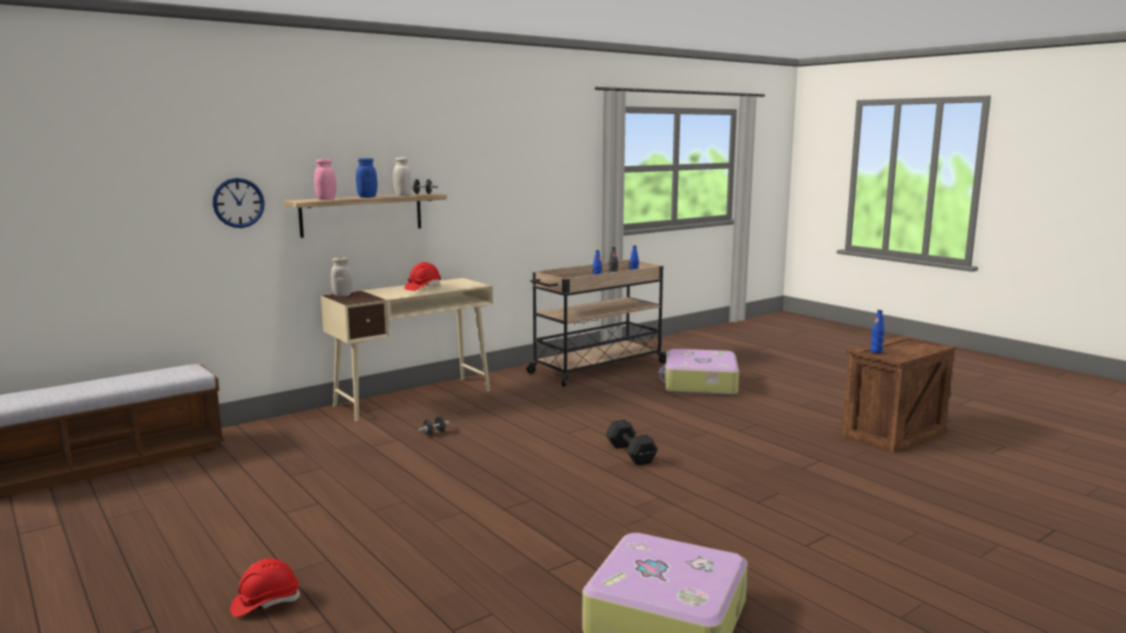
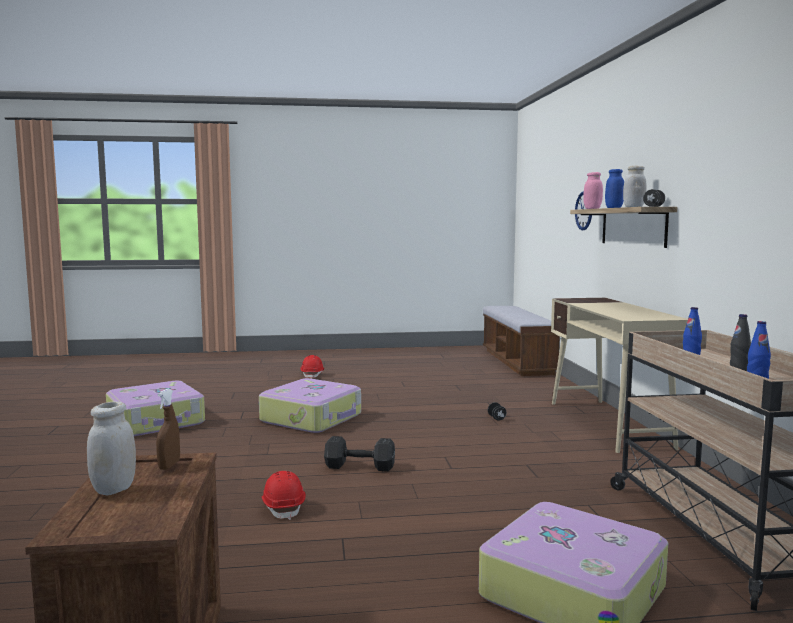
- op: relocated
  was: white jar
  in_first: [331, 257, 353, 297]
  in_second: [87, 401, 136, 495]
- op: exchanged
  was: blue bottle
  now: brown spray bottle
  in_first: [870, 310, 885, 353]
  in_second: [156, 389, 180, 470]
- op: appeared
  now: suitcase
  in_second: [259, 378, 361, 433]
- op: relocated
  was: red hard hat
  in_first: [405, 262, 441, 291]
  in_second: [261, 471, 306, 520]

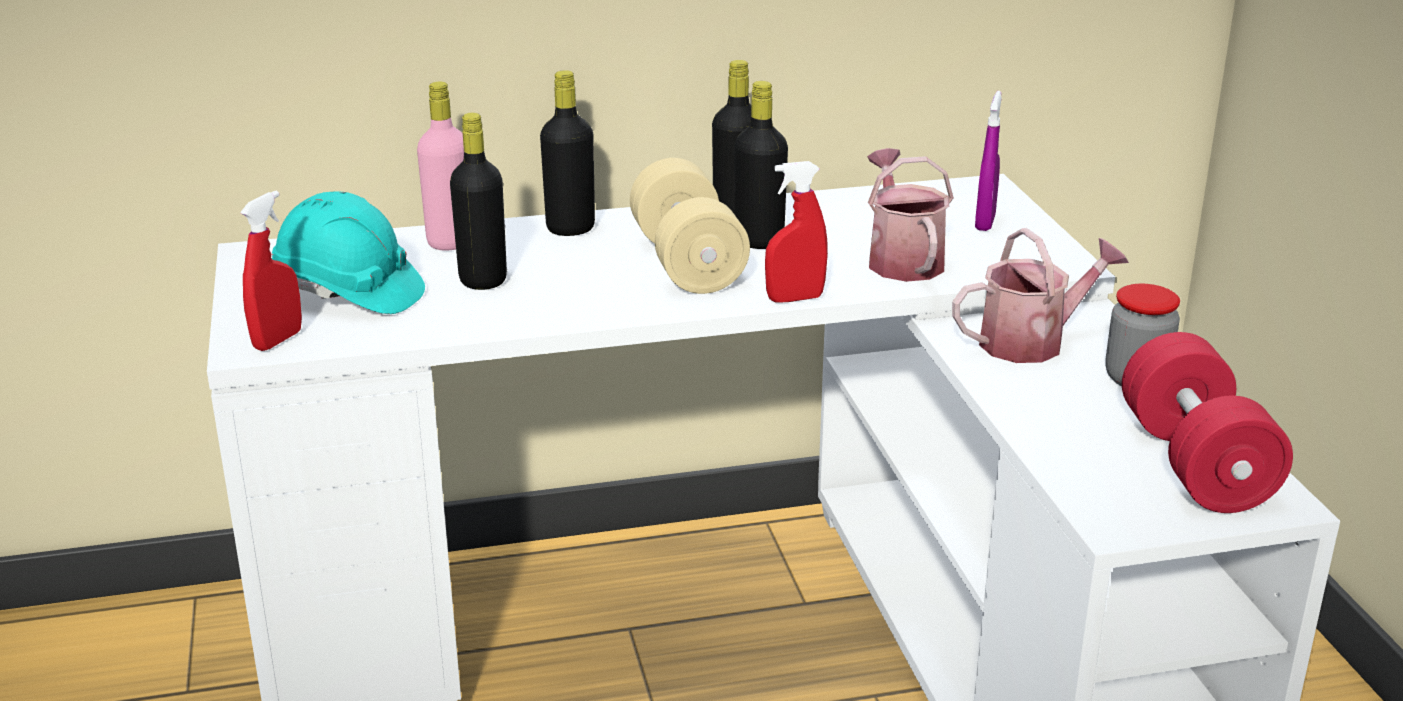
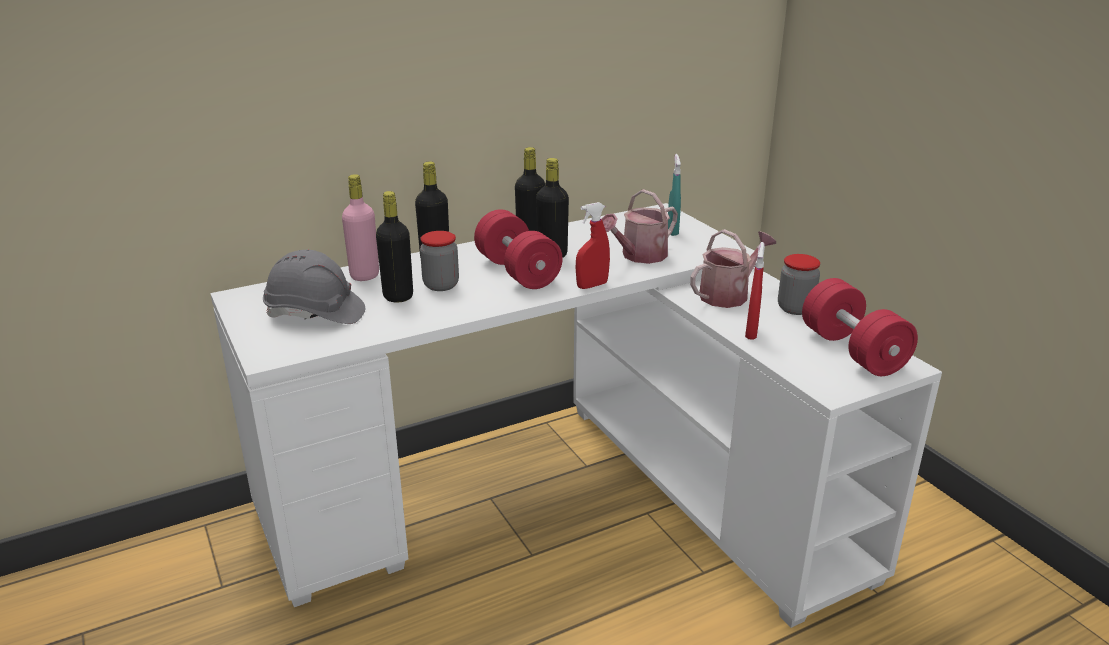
- op: colour
  was: turquoise hard hat
  now: grey hard hat
  in_first: [272, 191, 425, 314]
  in_second: [263, 250, 365, 324]
- op: appeared
  now: jar
  in_second: [420, 231, 459, 291]
- op: colour
  was: beige dumbbell
  now: red dumbbell
  in_first: [630, 158, 750, 294]
  in_second: [474, 209, 563, 289]
- op: spun
  was: watering can
  in_first: [867, 148, 954, 282]
  in_second: [601, 189, 678, 264]
  clockwise: -105
- op: colour
  was: purple spray bottle
  now: turquoise spray bottle
  in_first: [975, 91, 1002, 231]
  in_second: [668, 154, 681, 236]
- op: relocated
  was: red spray bottle
  in_first: [240, 190, 302, 351]
  in_second: [745, 242, 765, 340]

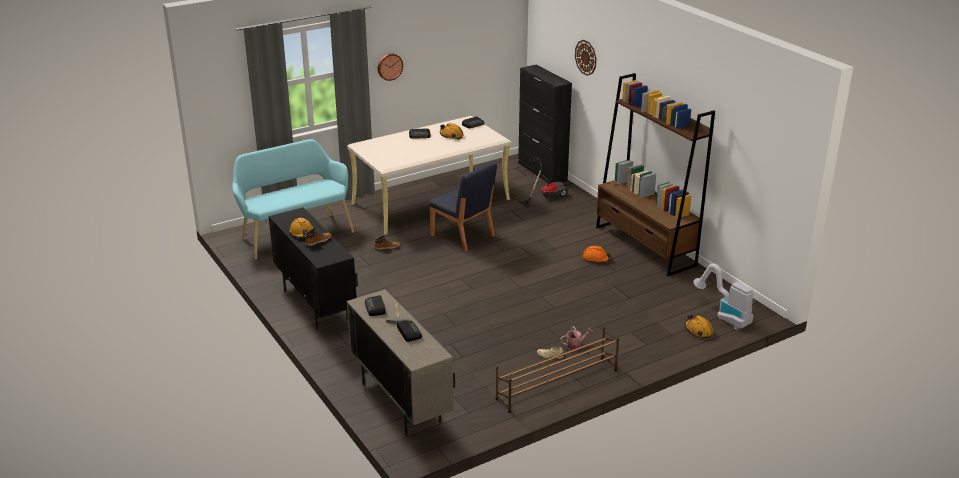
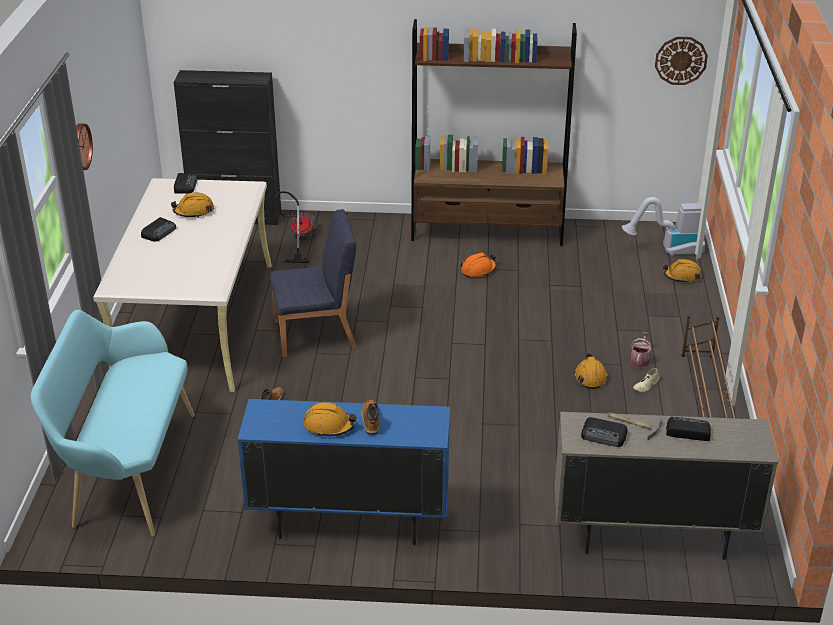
- op: colour
  was: black cabinet
  now: blue cabinet
  in_first: [268, 207, 358, 330]
  in_second: [237, 399, 450, 545]
- op: appeared
  now: orange hard hat
  in_second: [574, 353, 608, 389]
- op: relocated
  was: wall clock
  in_first: [575, 40, 596, 76]
  in_second: [655, 37, 708, 85]

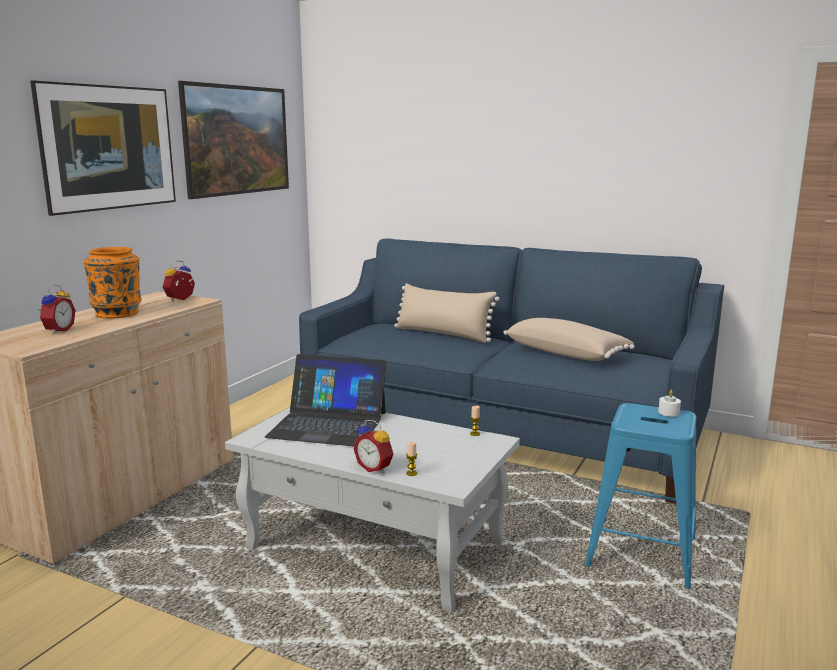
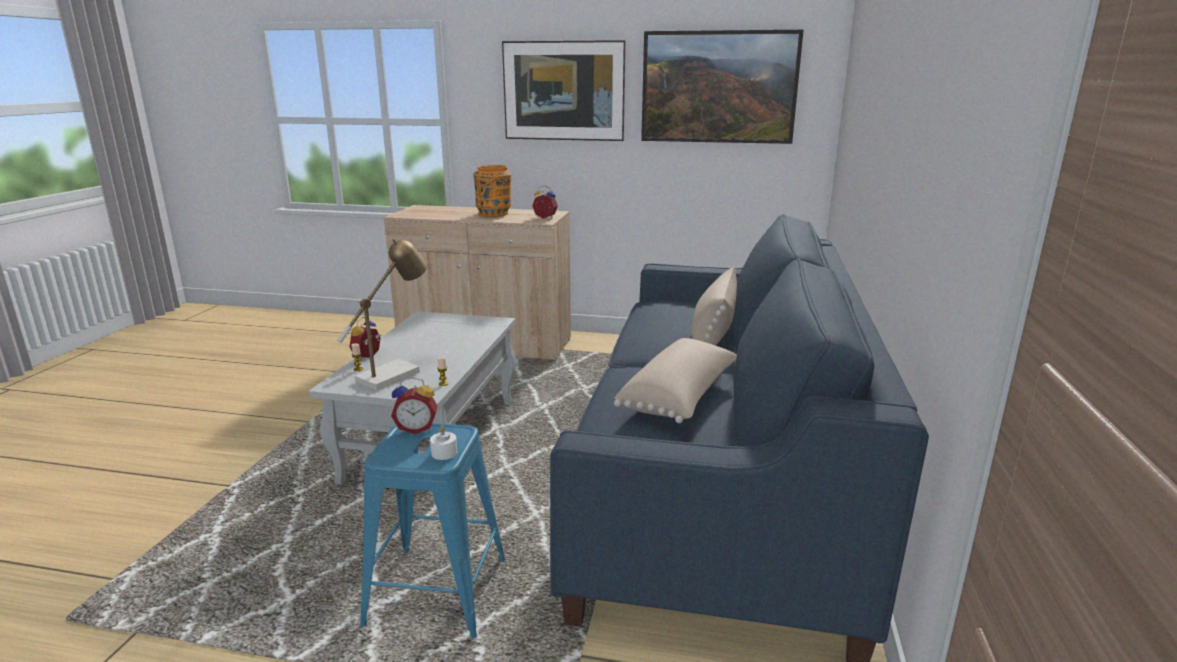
- op: appeared
  now: table lamp
  in_second: [337, 239, 427, 391]
- op: relocated
  was: alarm clock
  in_first: [40, 285, 76, 334]
  in_second: [391, 377, 438, 434]
- op: missing
  was: laptop
  in_first: [265, 354, 386, 446]

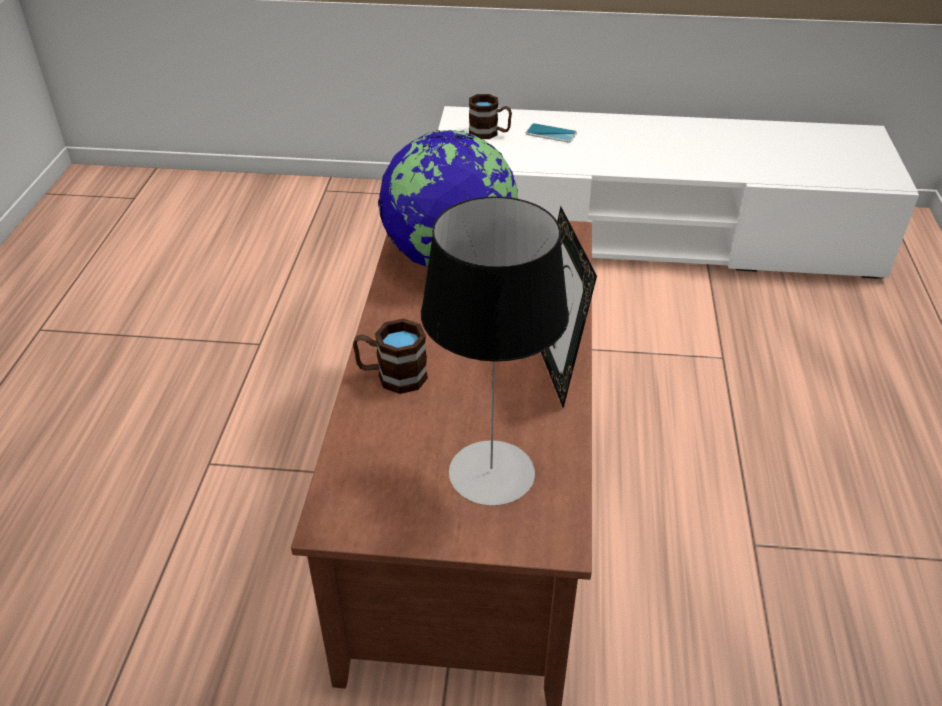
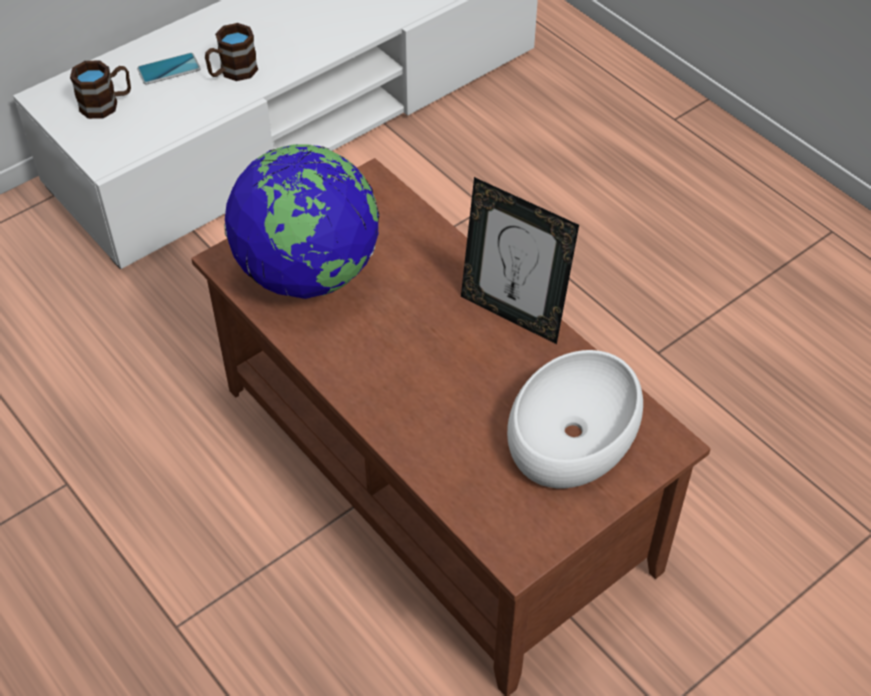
- op: relocated
  was: brown mug
  in_first: [353, 319, 428, 394]
  in_second: [205, 23, 258, 81]
- op: exchanged
  was: table lamp
  now: white bowl
  in_first: [421, 196, 569, 506]
  in_second: [507, 350, 643, 488]

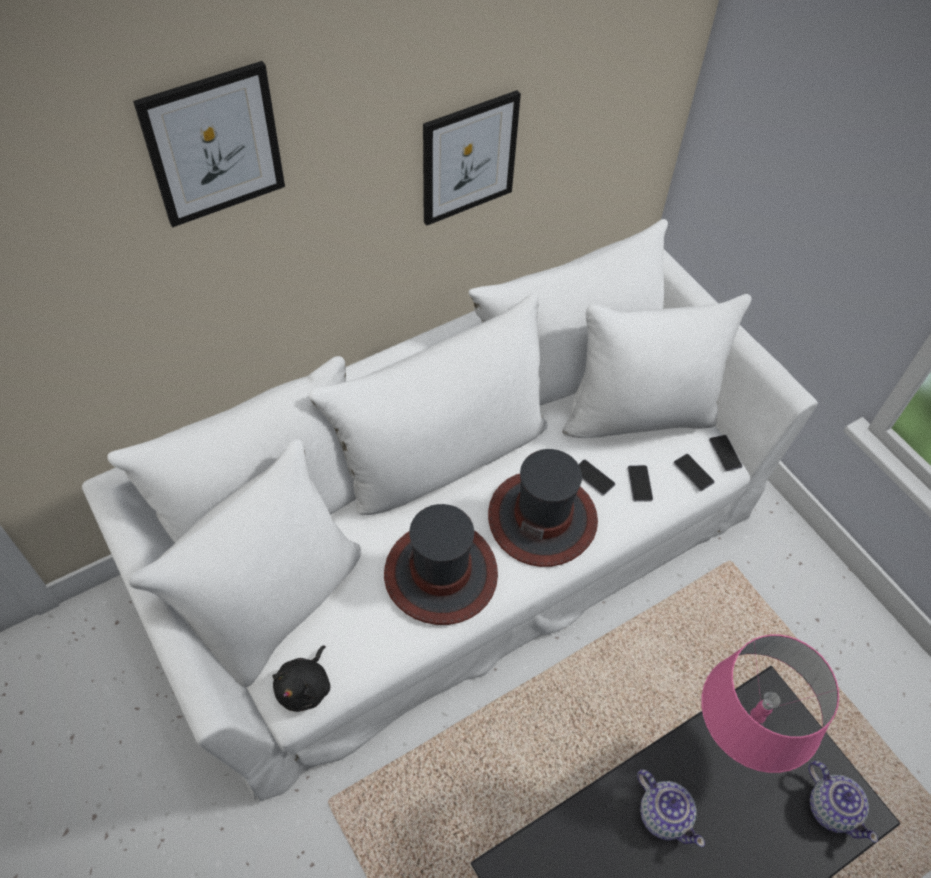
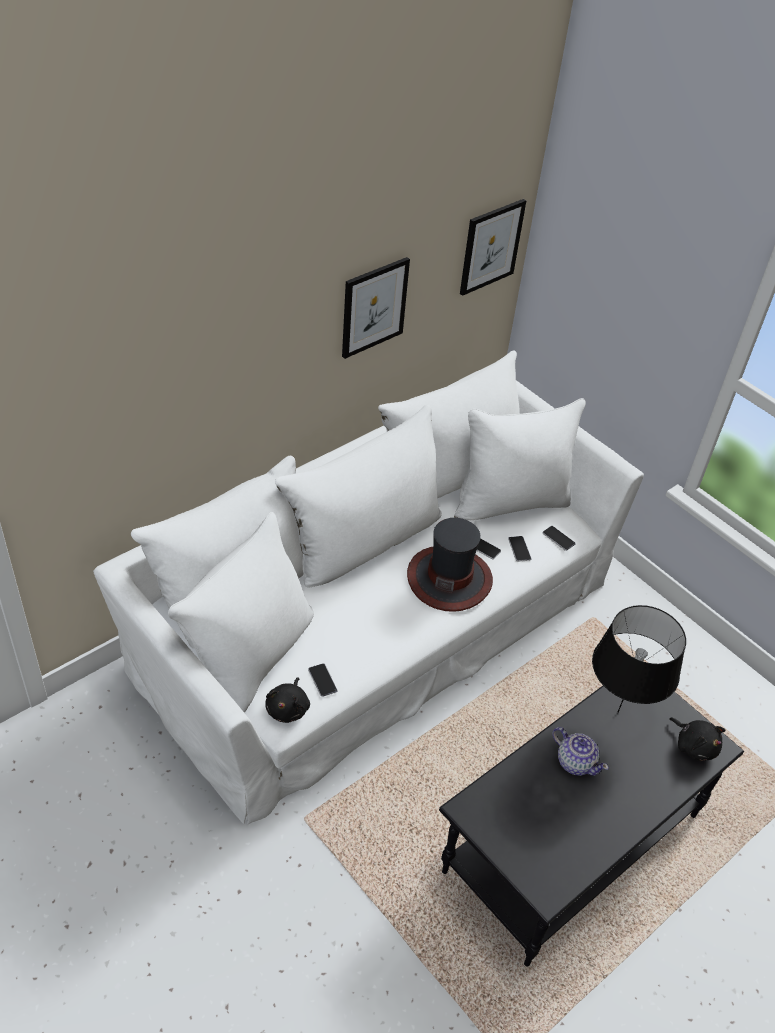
- op: relocated
  was: phone
  in_first: [709, 435, 743, 472]
  in_second: [308, 663, 338, 697]
- op: relocated
  was: picture
  in_first: [133, 61, 285, 228]
  in_second: [460, 199, 526, 296]
- op: colour
  was: pink table lamp
  now: black table lamp
  in_first: [701, 635, 839, 773]
  in_second: [592, 605, 686, 713]
- op: exchanged
  was: teapot
  now: black plush toy
  in_first: [808, 761, 878, 843]
  in_second: [669, 717, 726, 761]
- op: missing
  was: hat
  in_first: [384, 504, 498, 625]

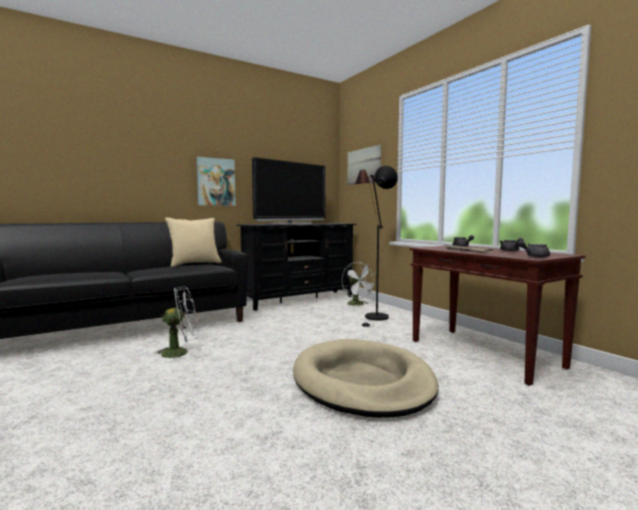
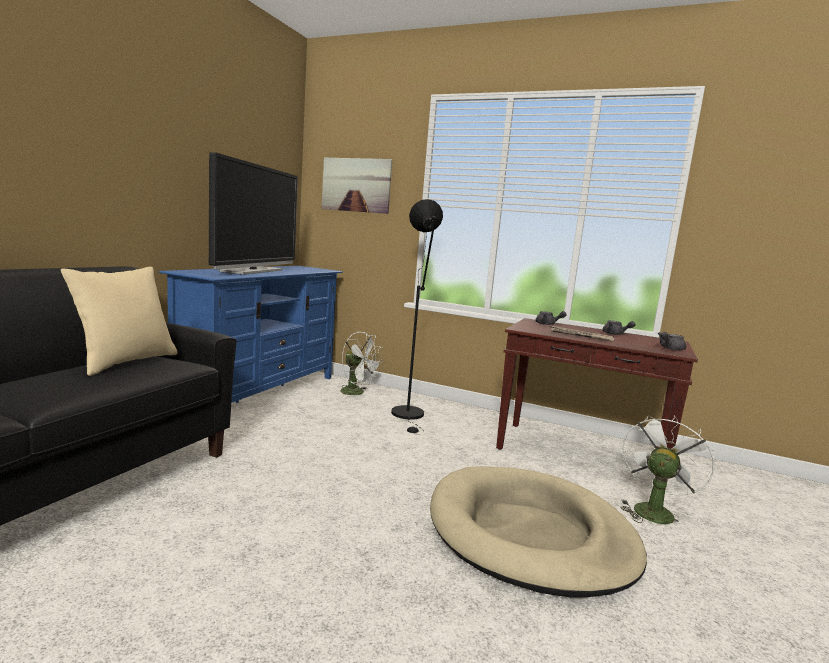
- op: colour
  was: black tv stand
  now: blue tv stand
  in_first: [237, 223, 357, 311]
  in_second: [159, 266, 343, 403]
- op: relocated
  was: white fan
  in_first: [153, 286, 198, 360]
  in_second: [621, 415, 715, 524]
- op: missing
  was: picture
  in_first: [196, 157, 236, 206]

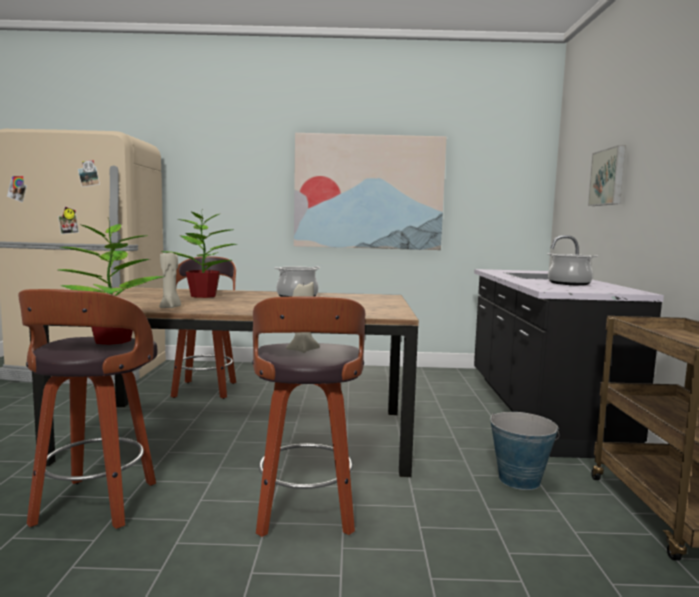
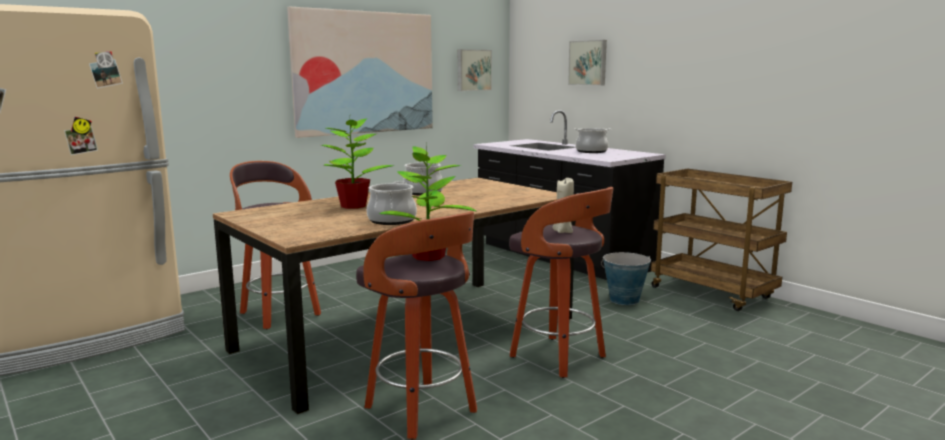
- op: exchanged
  was: beige candle
  now: cooking pot
  in_first: [159, 253, 181, 308]
  in_second: [367, 181, 417, 225]
- op: appeared
  now: picture
  in_second: [458, 49, 492, 91]

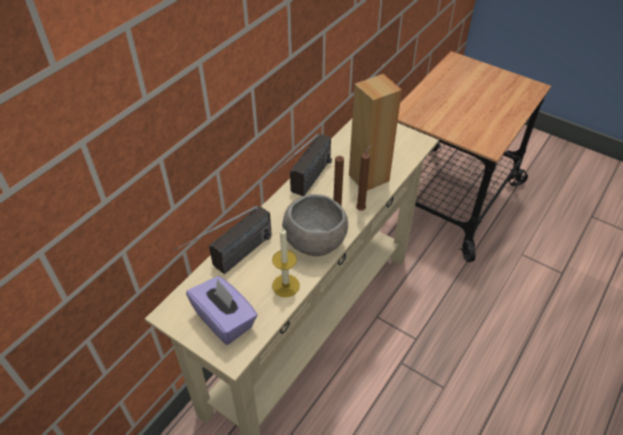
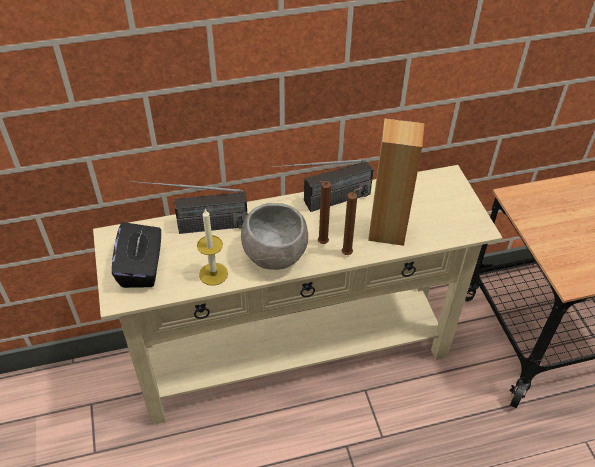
- op: colour
  was: purple tissue box
  now: black tissue box
  in_first: [186, 276, 258, 345]
  in_second: [112, 222, 161, 288]

